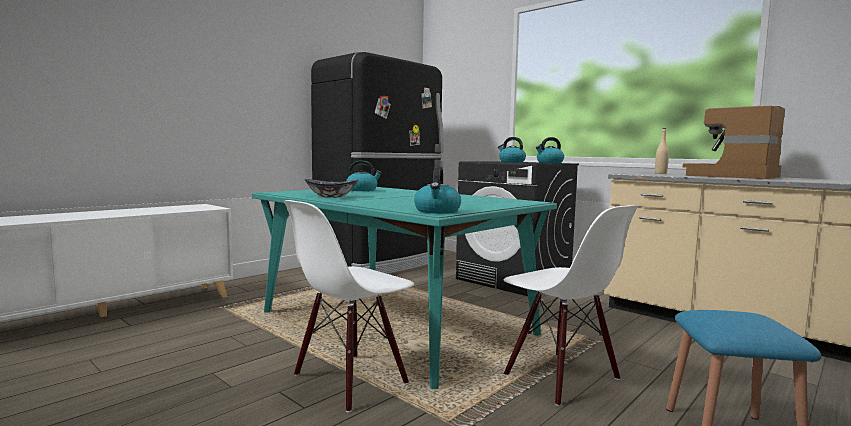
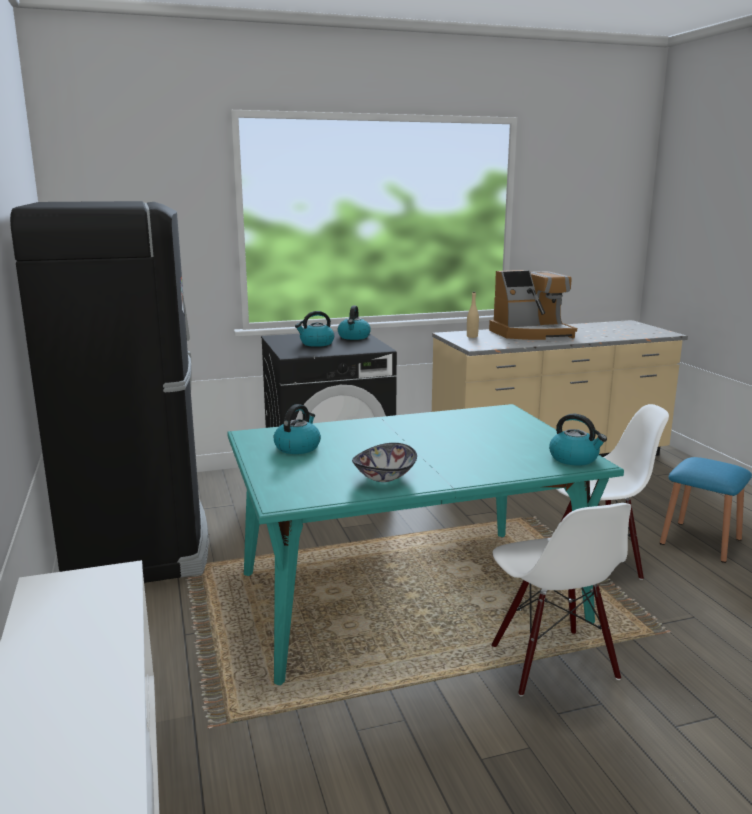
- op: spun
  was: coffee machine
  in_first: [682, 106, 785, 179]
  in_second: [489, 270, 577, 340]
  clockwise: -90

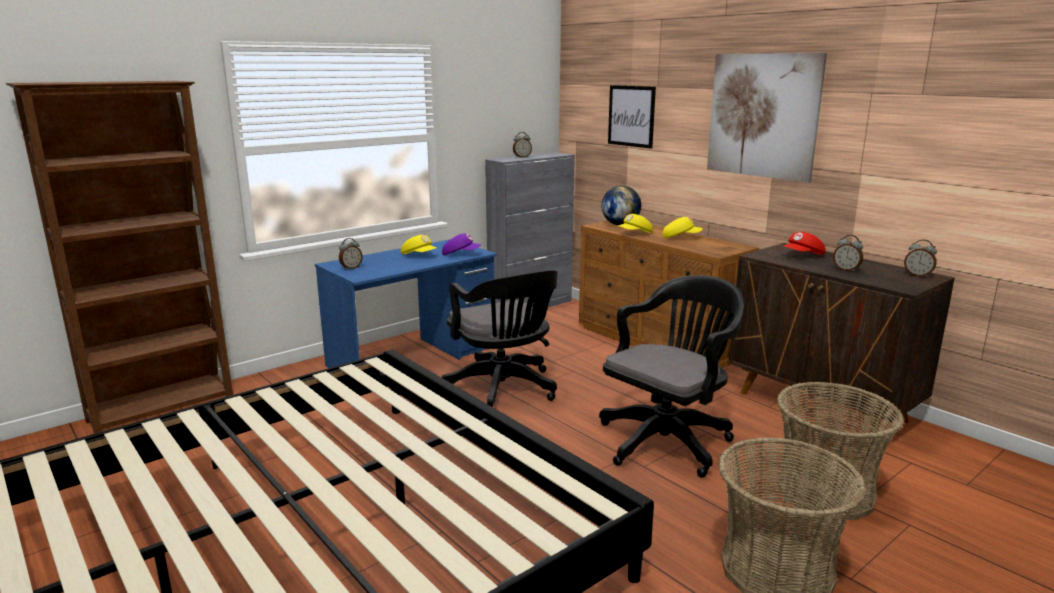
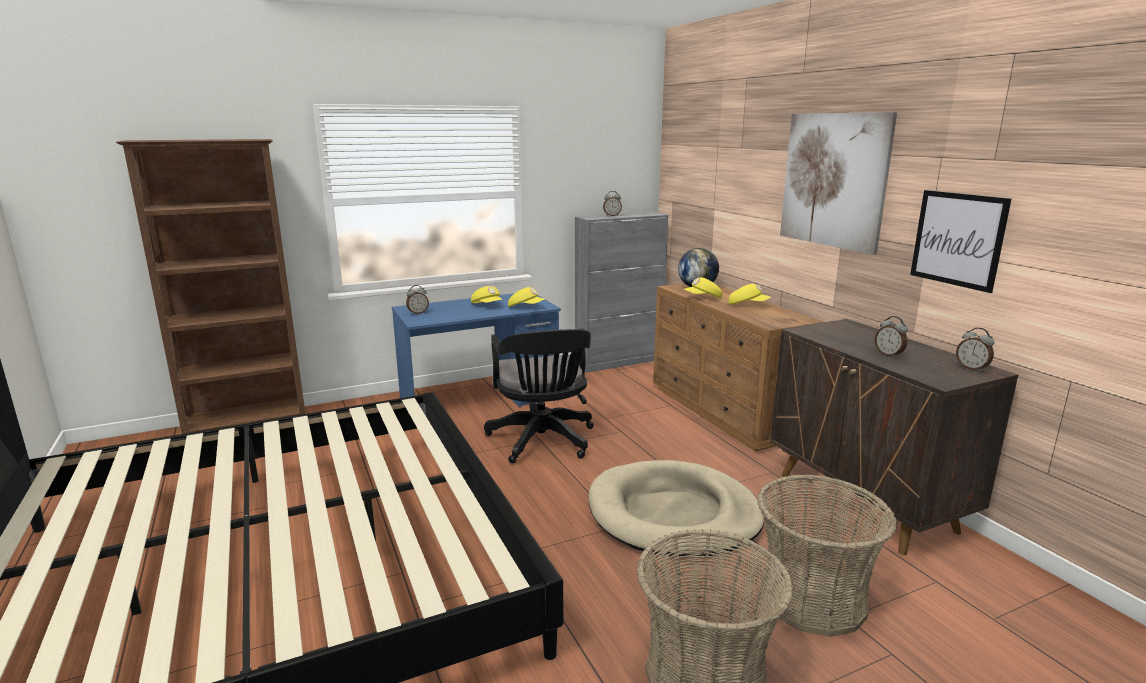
- op: colour
  was: purple cap
  now: yellow cap
  in_first: [442, 234, 481, 255]
  in_second: [508, 287, 544, 307]
- op: exchanged
  was: black office chair
  now: beige dog bed
  in_first: [599, 275, 744, 478]
  in_second: [588, 460, 764, 557]
- op: relocated
  was: picture
  in_first: [608, 85, 656, 149]
  in_second: [910, 190, 1011, 293]
- op: missing
  was: red cap
  in_first: [784, 232, 826, 255]

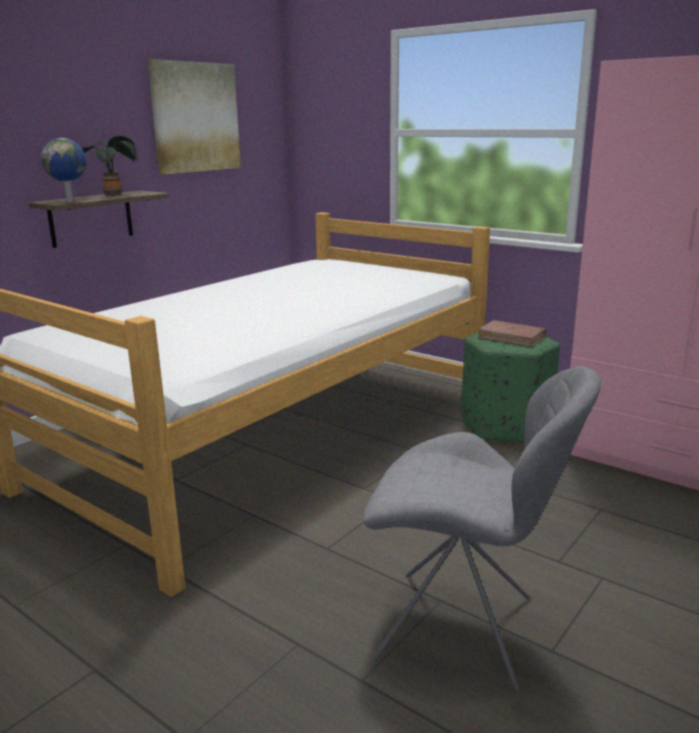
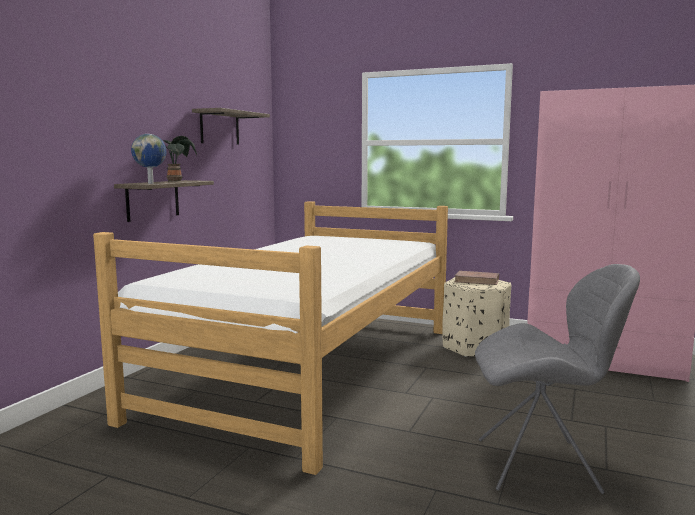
- op: exchanged
  was: picture
  now: shelf
  in_first: [148, 59, 241, 175]
  in_second: [192, 108, 270, 145]
- op: colour
  was: green ottoman
  now: beige ottoman
  in_first: [461, 333, 560, 443]
  in_second: [442, 277, 511, 357]

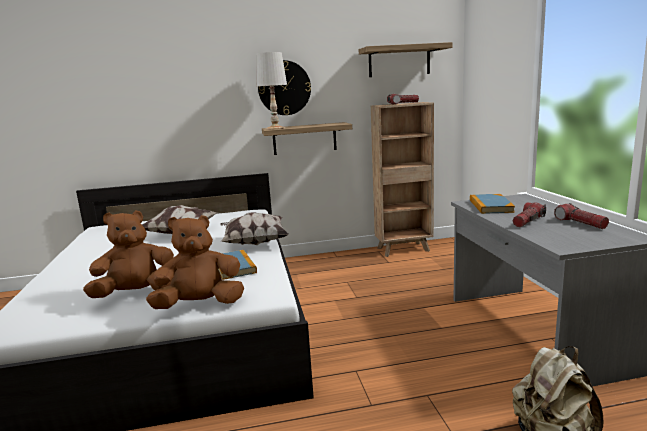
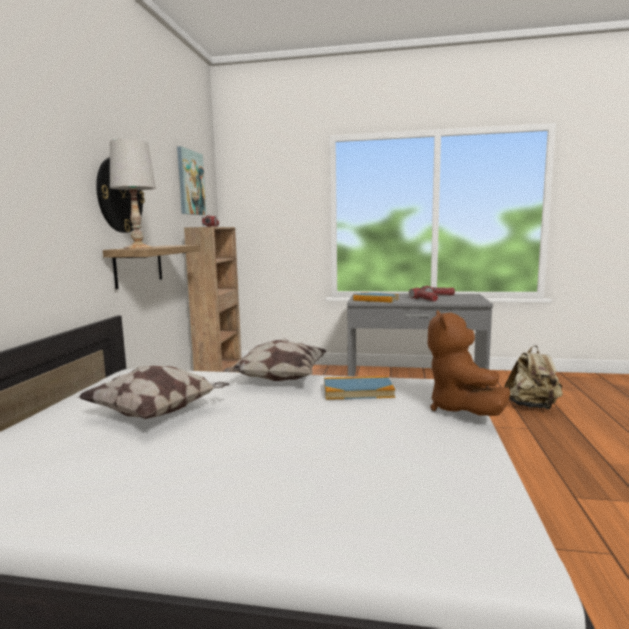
- op: exchanged
  was: shelf
  now: picture
  in_first: [359, 42, 453, 77]
  in_second: [177, 146, 206, 215]
- op: missing
  was: brown plush toy
  in_first: [83, 211, 174, 298]

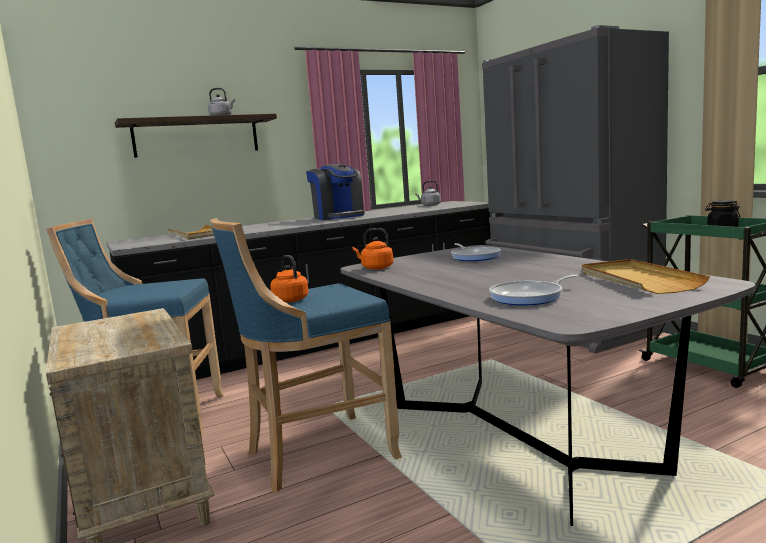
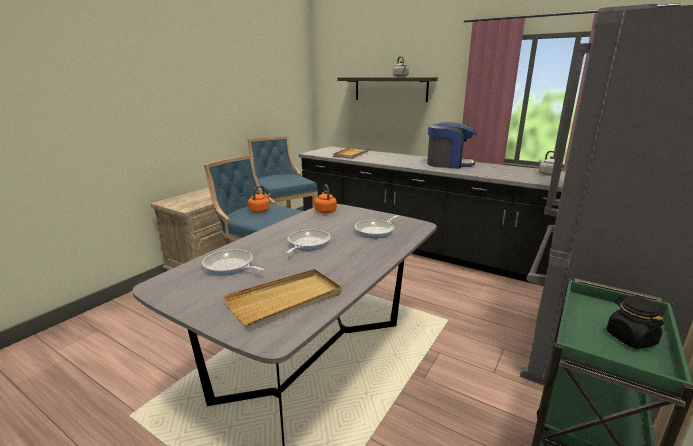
- op: appeared
  now: frying pan
  in_second: [286, 230, 330, 254]
- op: spun
  was: coffee machine
  in_first: [306, 164, 365, 220]
  in_second: [427, 122, 477, 169]
  clockwise: -105

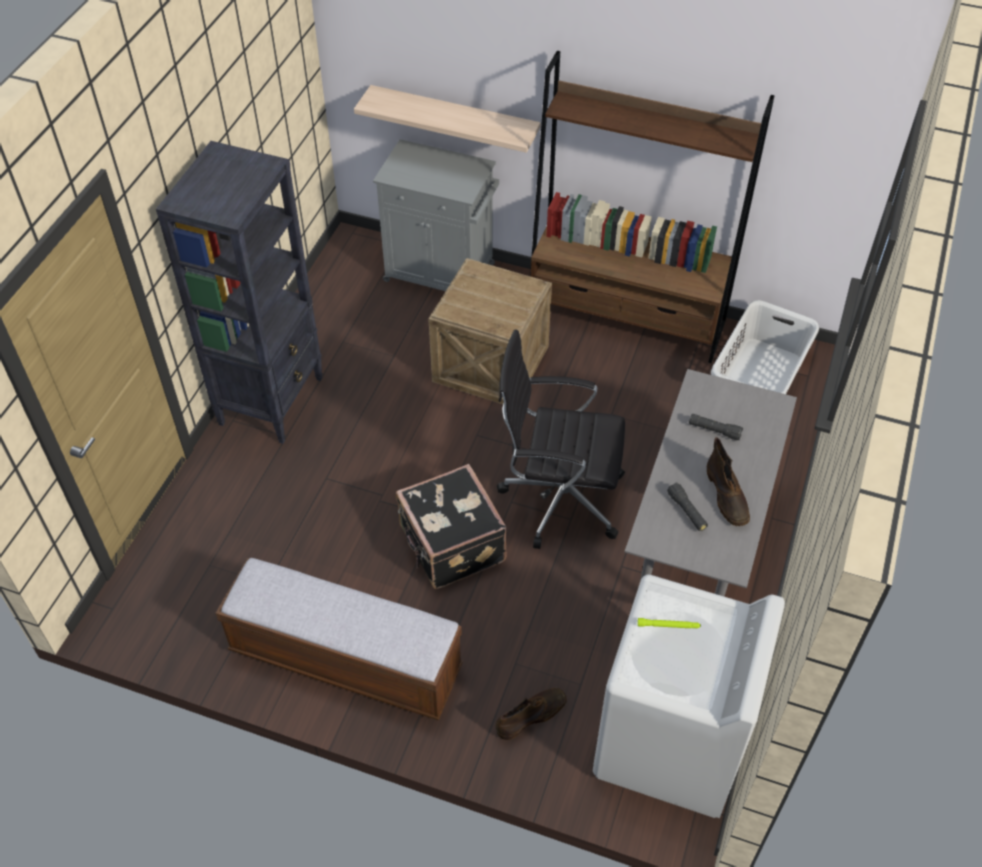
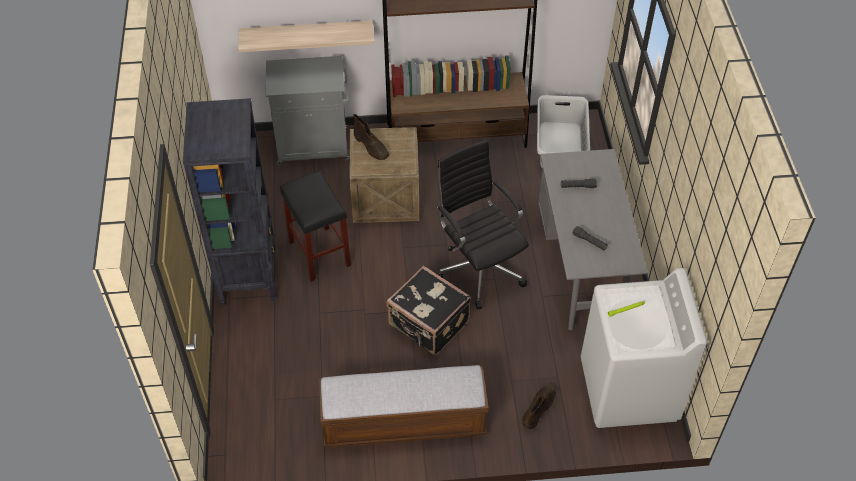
- op: appeared
  now: black stool
  in_second: [280, 171, 351, 282]
- op: relocated
  was: brown boot
  in_first: [707, 437, 750, 526]
  in_second: [353, 114, 389, 160]
- op: spun
  was: black office chair
  in_first: [497, 330, 625, 549]
  in_second: [437, 140, 529, 310]
  clockwise: 75

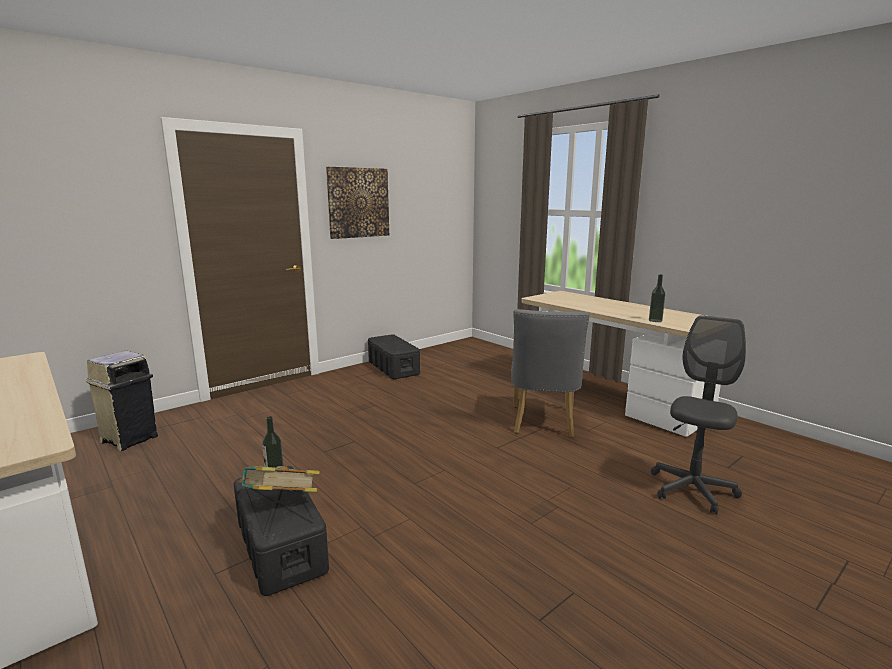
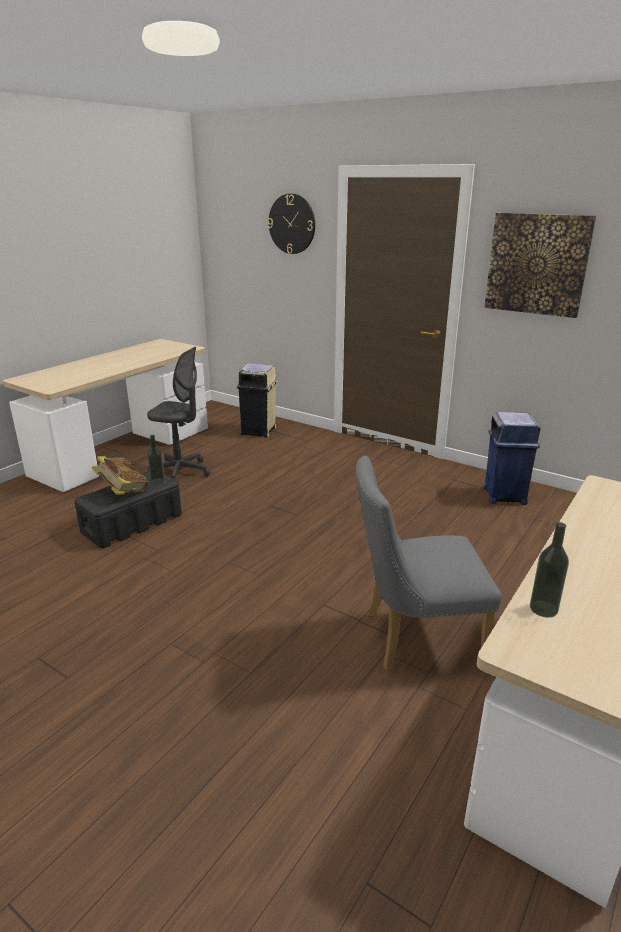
- op: relocated
  was: grey office chair
  in_first: [651, 315, 746, 515]
  in_second: [147, 347, 210, 480]
- op: appeared
  now: wall clock
  in_second: [268, 194, 315, 254]
- op: exchanged
  was: black storage box
  now: blue trash can
  in_first: [368, 334, 420, 379]
  in_second: [483, 412, 541, 505]

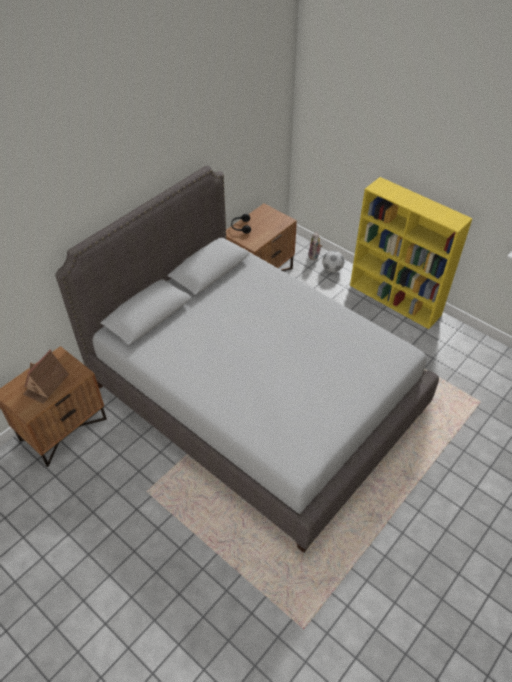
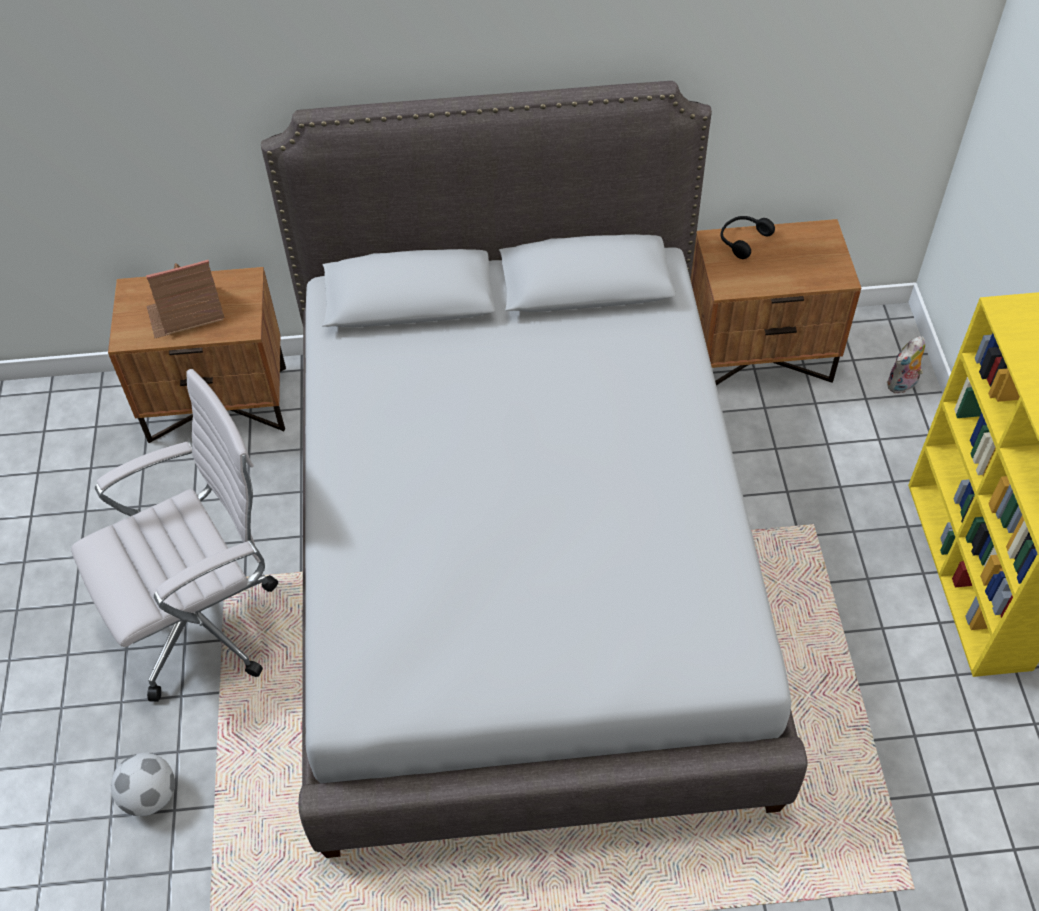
- op: appeared
  now: white office chair
  in_second: [71, 369, 278, 702]
- op: relocated
  was: football
  in_first: [322, 250, 344, 272]
  in_second: [111, 753, 175, 816]

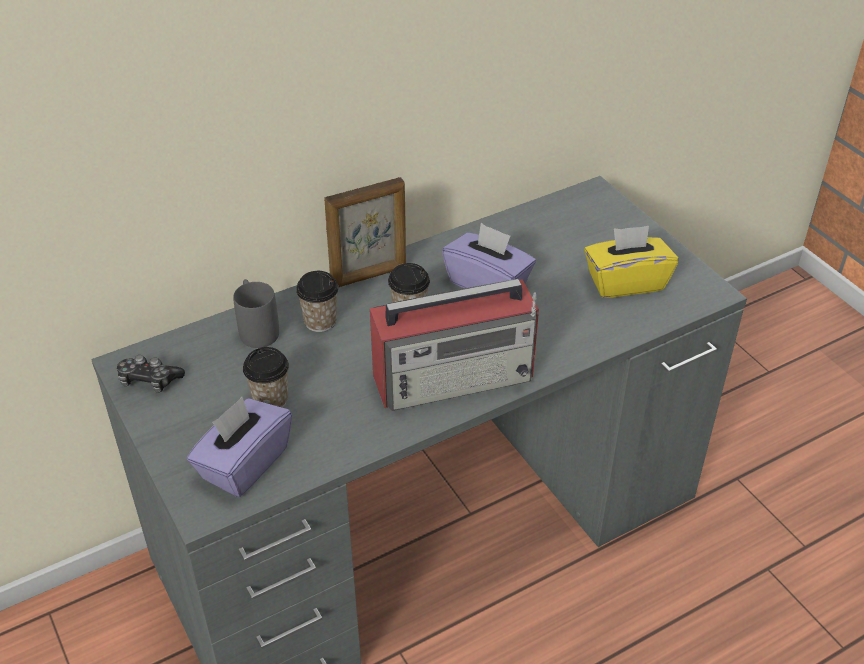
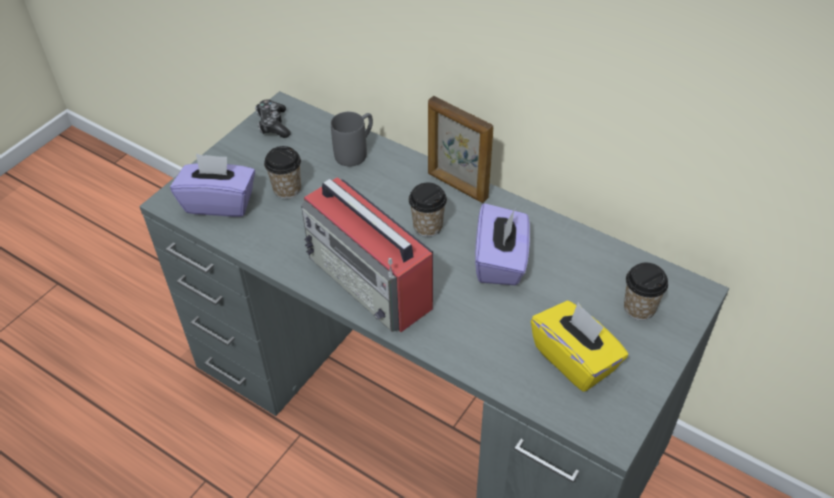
- op: relocated
  was: cup
  in_first: [296, 271, 339, 332]
  in_second: [624, 263, 668, 320]

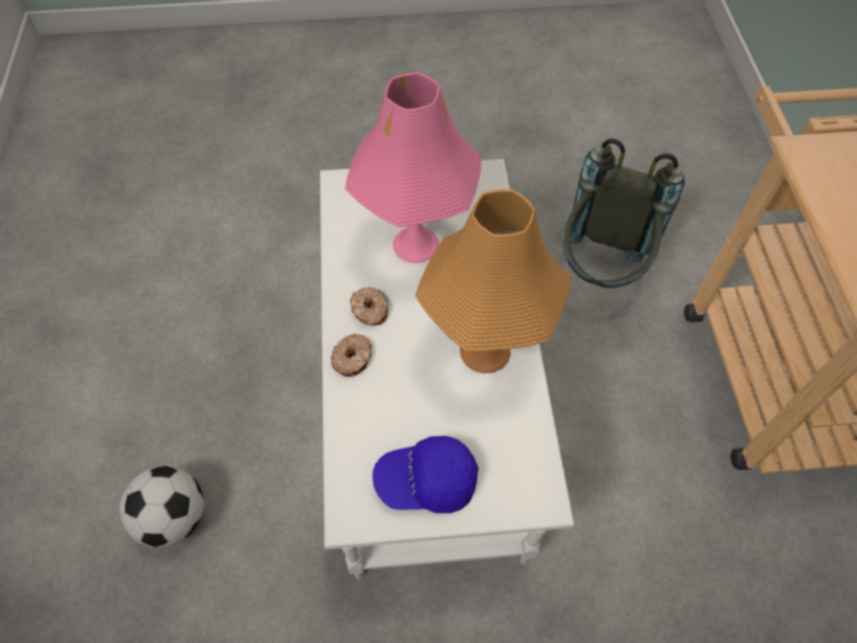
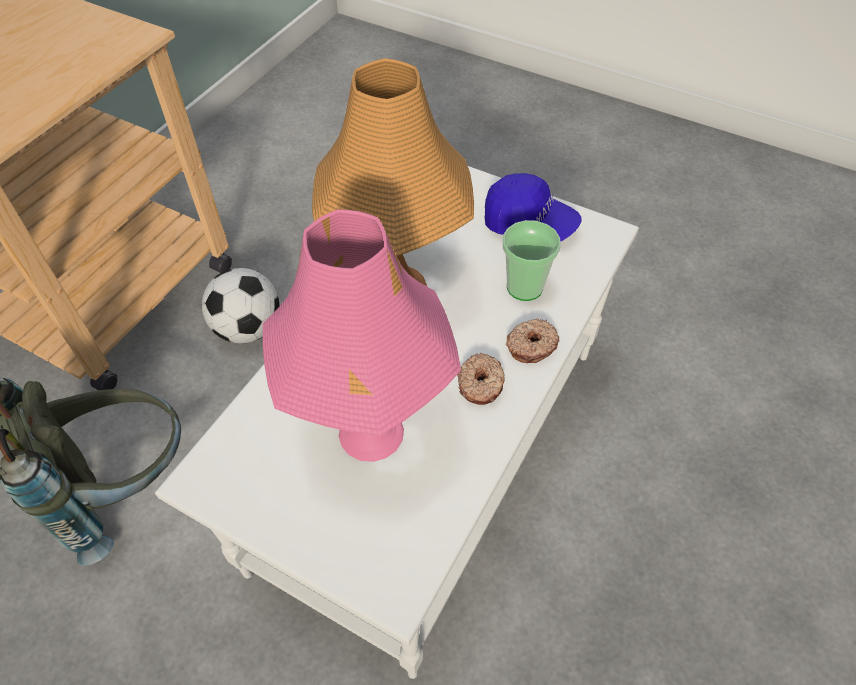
- op: relocated
  was: football
  in_first: [119, 466, 204, 548]
  in_second: [202, 268, 280, 344]
- op: appeared
  now: cup
  in_second: [503, 220, 561, 301]

